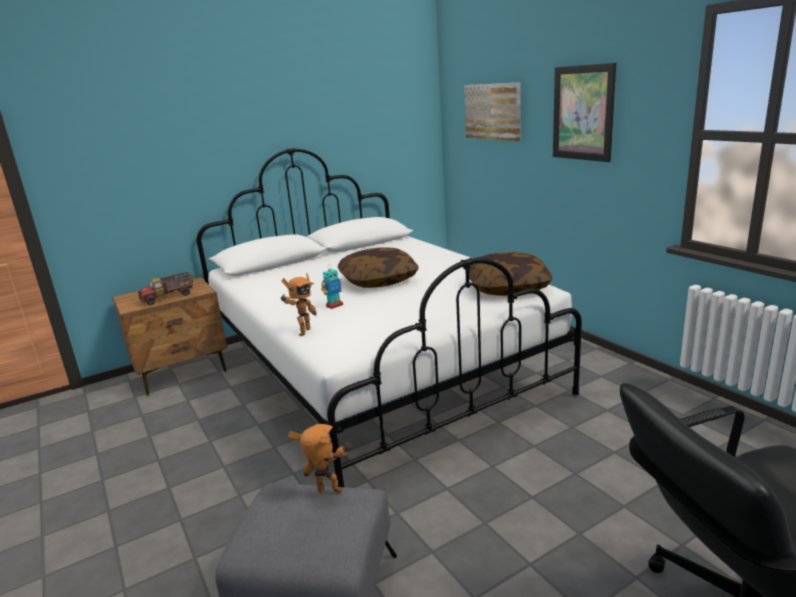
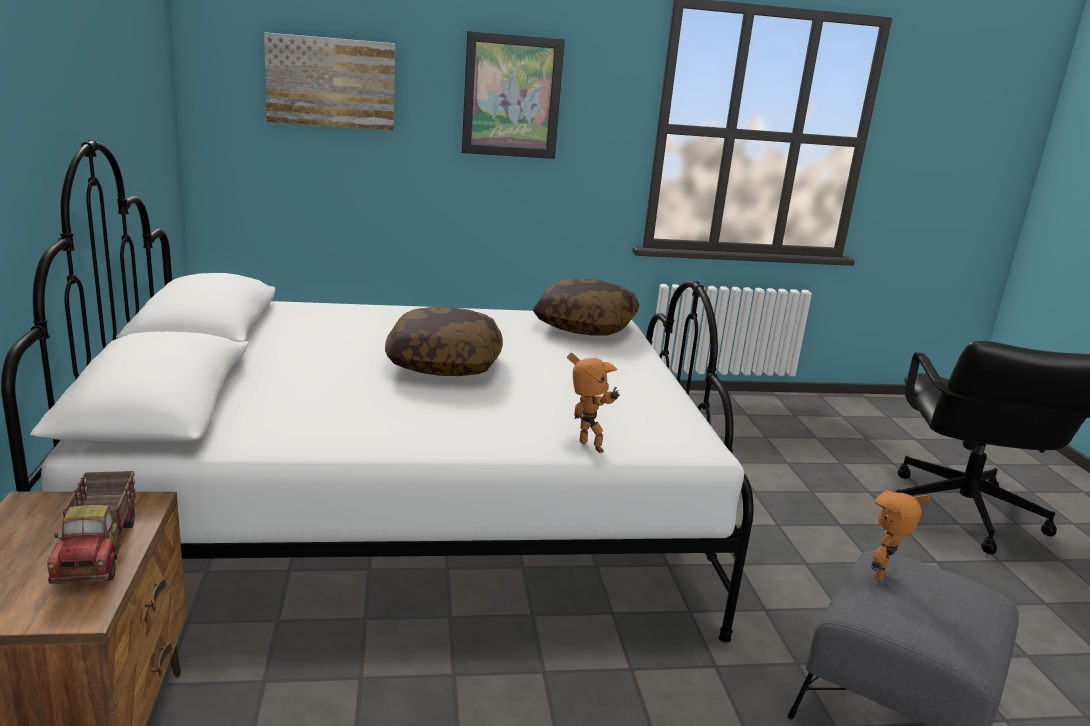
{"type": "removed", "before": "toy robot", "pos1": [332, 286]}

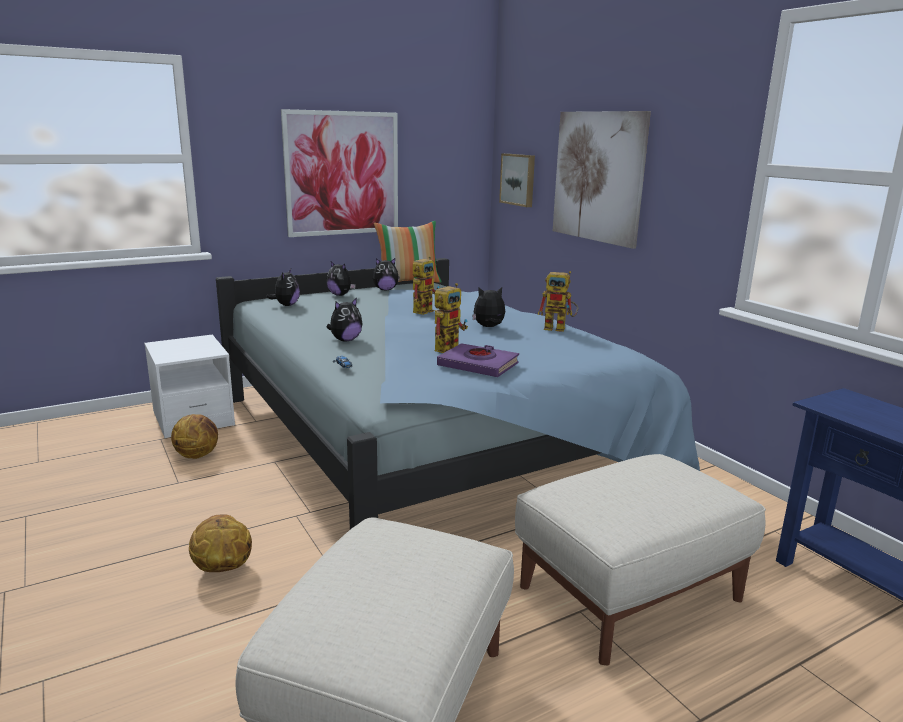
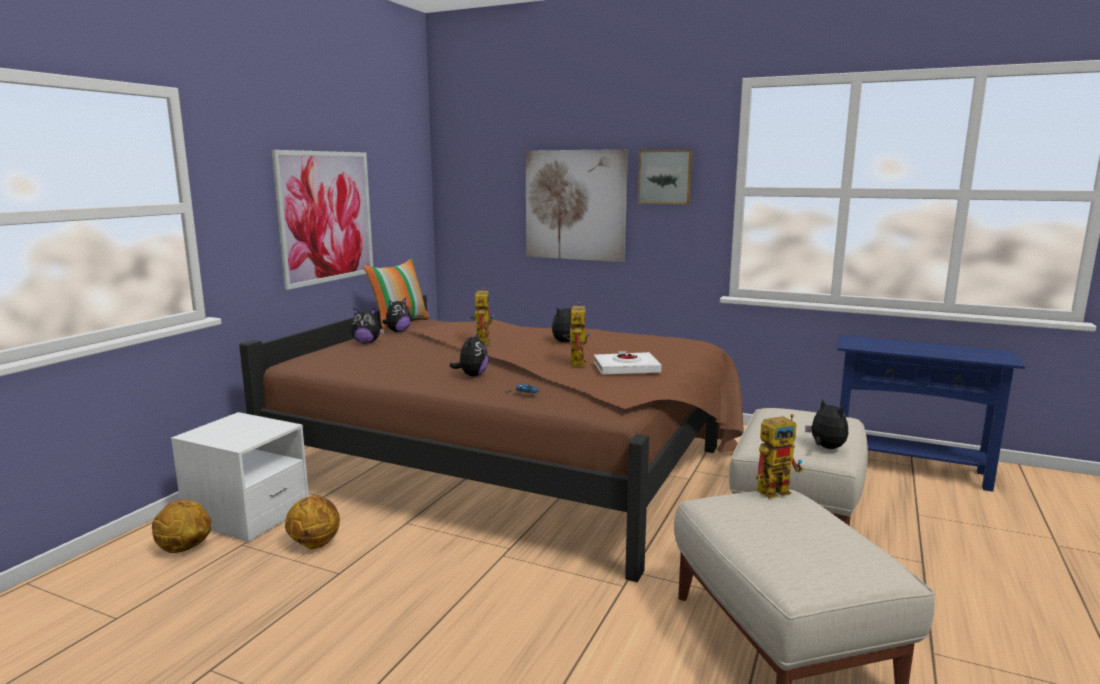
{"type": "moved", "before": "picture", "pos1": [517, 180], "pos2": [665, 177]}
{"type": "recoloured", "before": "blue bed", "after": "brown bed", "pos1": [458, 393], "pos2": [491, 438]}
{"type": "moved", "before": "plush toy", "pos1": [283, 287], "pos2": [826, 424]}
{"type": "moved", "before": "toy robot", "pos1": [557, 301], "pos2": [779, 456]}
{"type": "recoloured", "before": "purple book", "after": "white book", "pos1": [478, 360], "pos2": [627, 363]}
{"type": "moved", "before": "basketball", "pos1": [220, 543], "pos2": [181, 526]}

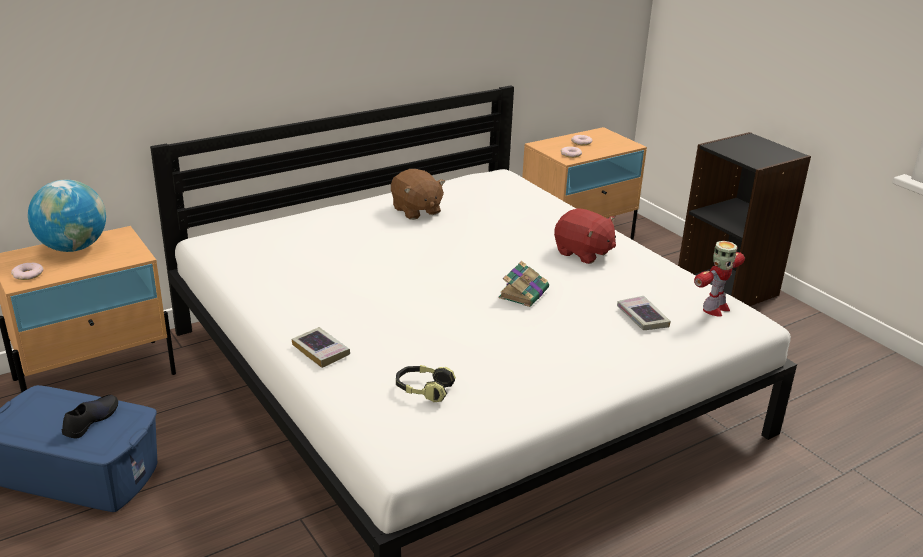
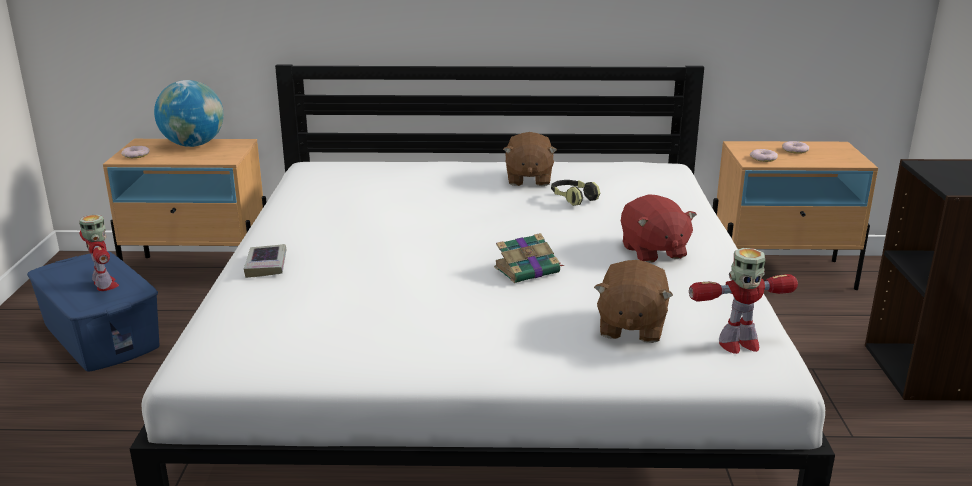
{"type": "replaced", "before": "book", "after": "brown plush toy", "pos1": [644, 313], "pos2": [633, 301]}
{"type": "moved", "before": "headphones", "pos1": [426, 383], "pos2": [575, 193]}
{"type": "replaced", "before": "black shoe", "after": "toy robot", "pos1": [90, 416], "pos2": [99, 252]}

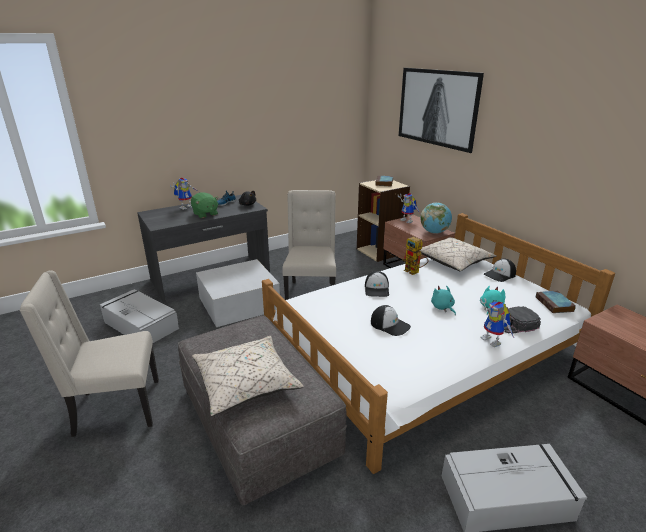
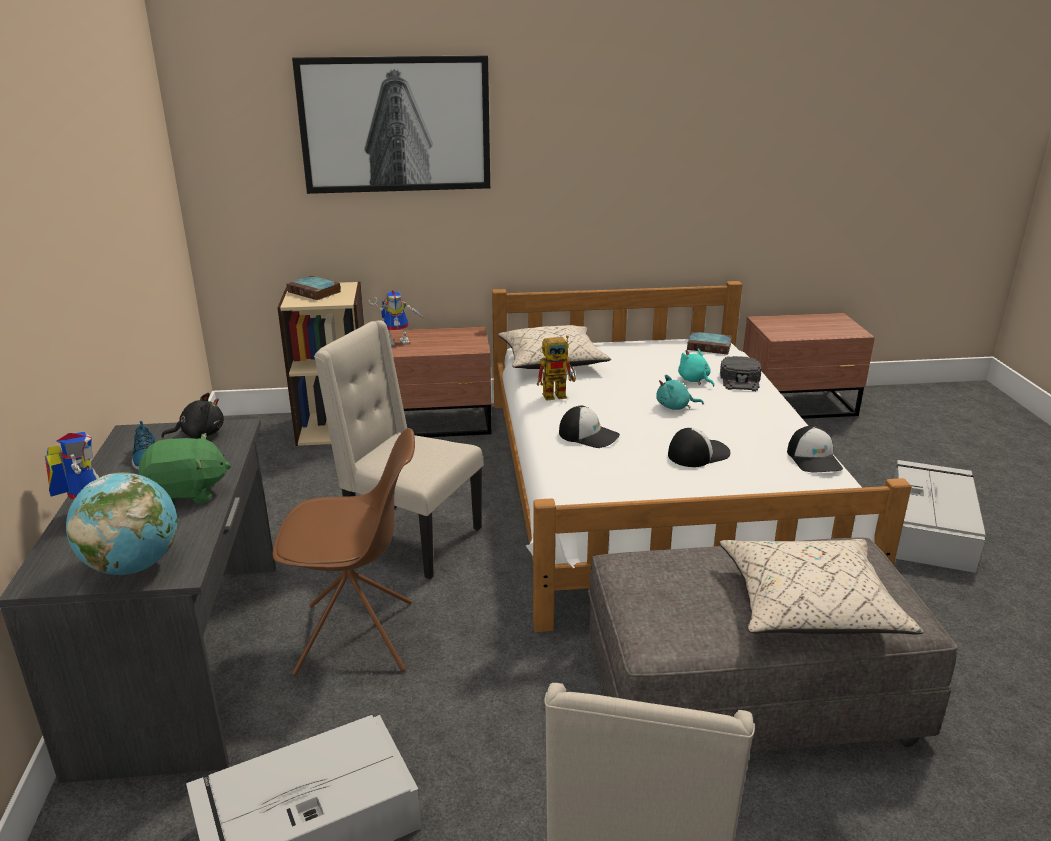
{"type": "moved", "before": "globe", "pos1": [436, 218], "pos2": [122, 523]}
{"type": "moved", "before": "cap", "pos1": [500, 270], "pos2": [815, 449]}
{"type": "replaced", "before": "white storage box", "after": "brown chair", "pos1": [238, 293], "pos2": [344, 552]}
{"type": "removed", "before": "toy robot", "pos1": [497, 323]}

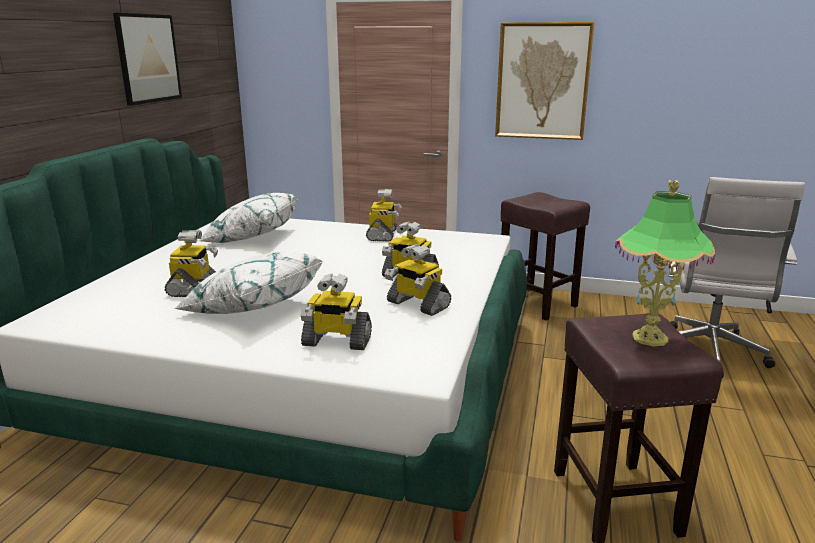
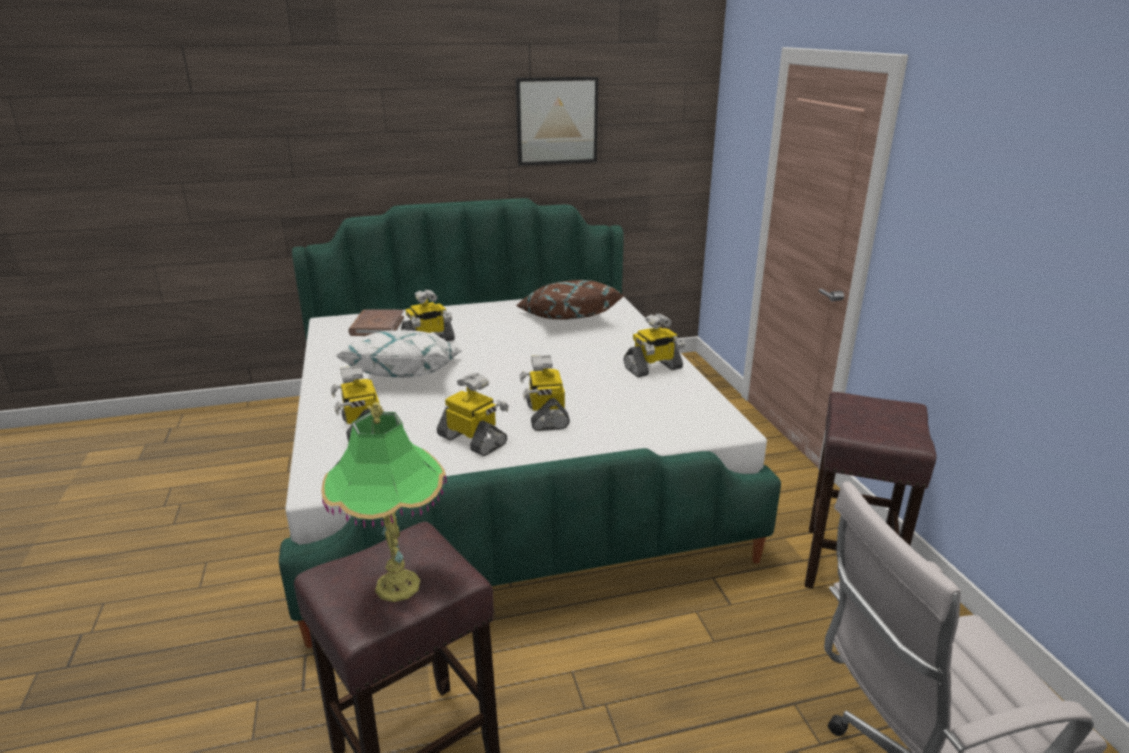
{"type": "removed", "before": "picture", "pos1": [544, 81]}
{"type": "recoloured", "before": "white pillow", "after": "brown pillow", "pos1": [248, 218], "pos2": [569, 300]}
{"type": "turned", "before": "toy robot", "pos1": [418, 280], "pos2": [473, 414], "turn": 120}
{"type": "added", "after": "brown book", "pos2": [376, 322]}

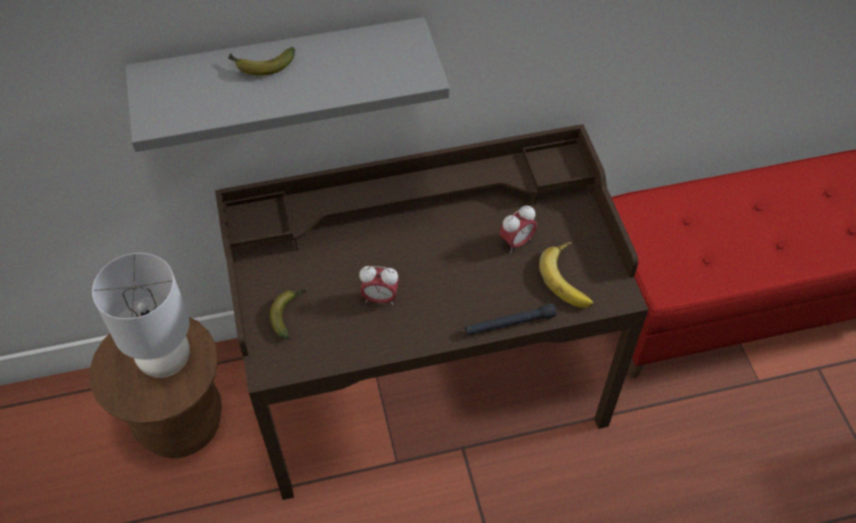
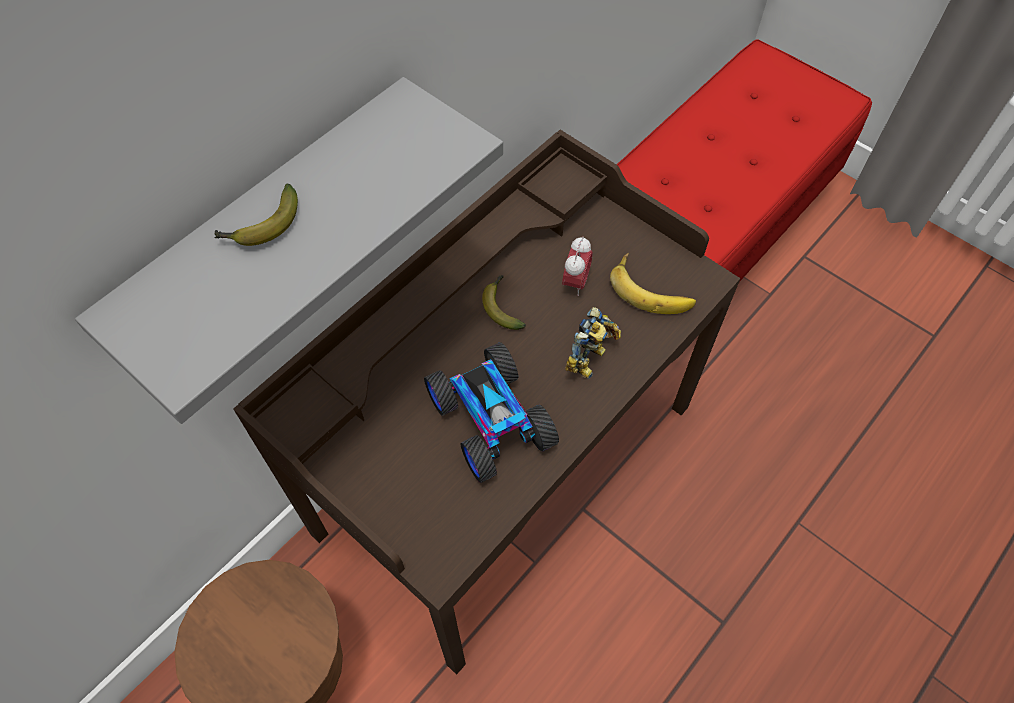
{"type": "removed", "before": "grey table lamp", "pos1": [141, 315]}
{"type": "replaced", "before": "alarm clock", "after": "toy car", "pos1": [379, 285], "pos2": [491, 412]}
{"type": "moved", "before": "banana", "pos1": [288, 314], "pos2": [504, 302]}
{"type": "removed", "before": "black flashlight", "pos1": [510, 319]}
{"type": "added", "after": "toy robot", "pos2": [593, 343]}

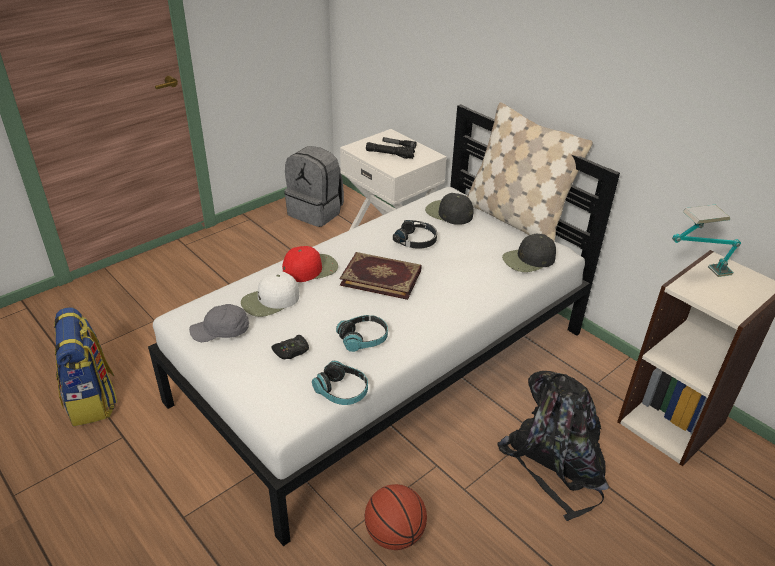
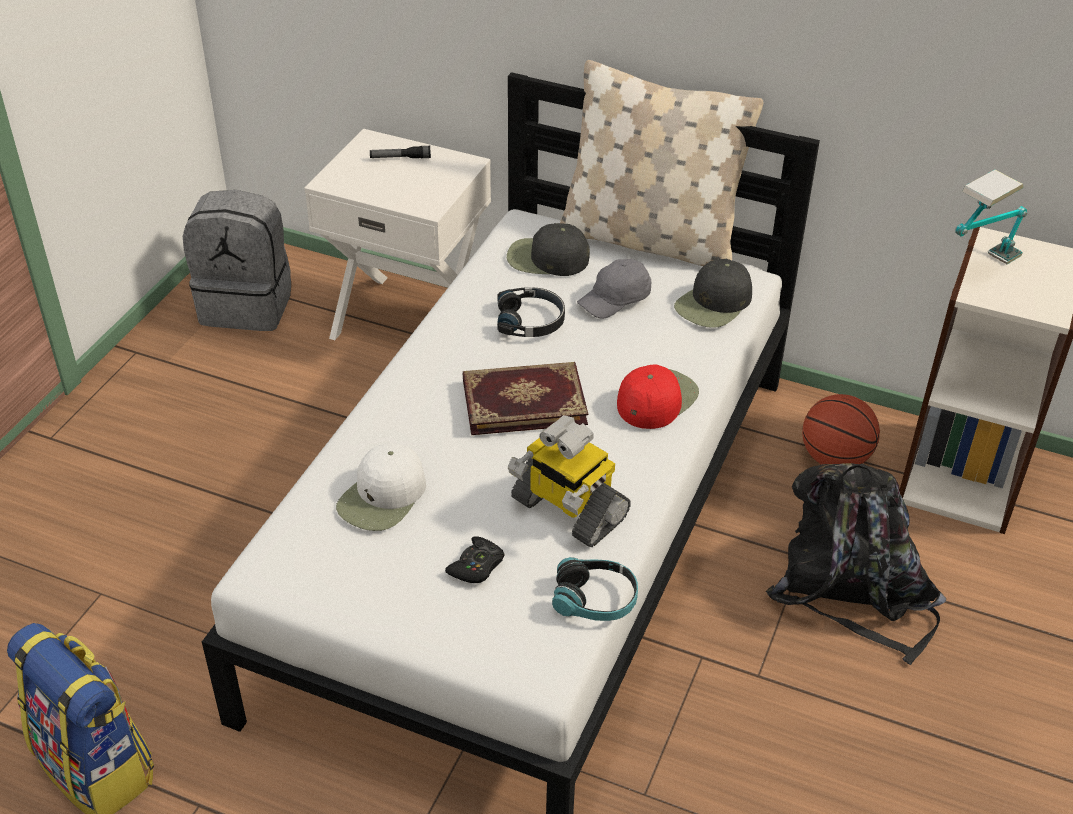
{"type": "removed", "before": "black flashlight", "pos1": [390, 150]}
{"type": "moved", "before": "red cap", "pos1": [310, 264], "pos2": [658, 397]}
{"type": "moved", "before": "grey cap", "pos1": [219, 323], "pos2": [614, 289]}
{"type": "replaced", "before": "headphones", "after": "toy robot", "pos1": [362, 333], "pos2": [569, 481]}
{"type": "moved", "before": "basketball", "pos1": [396, 517], "pos2": [841, 429]}

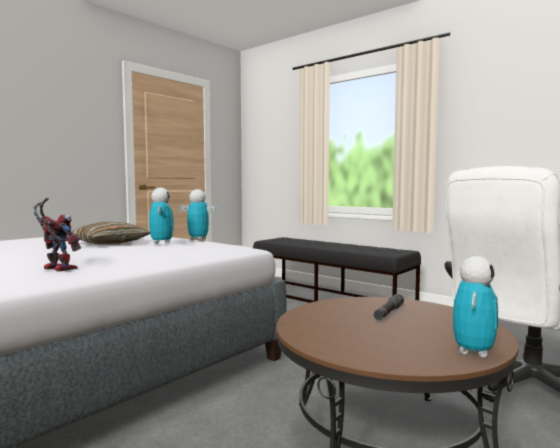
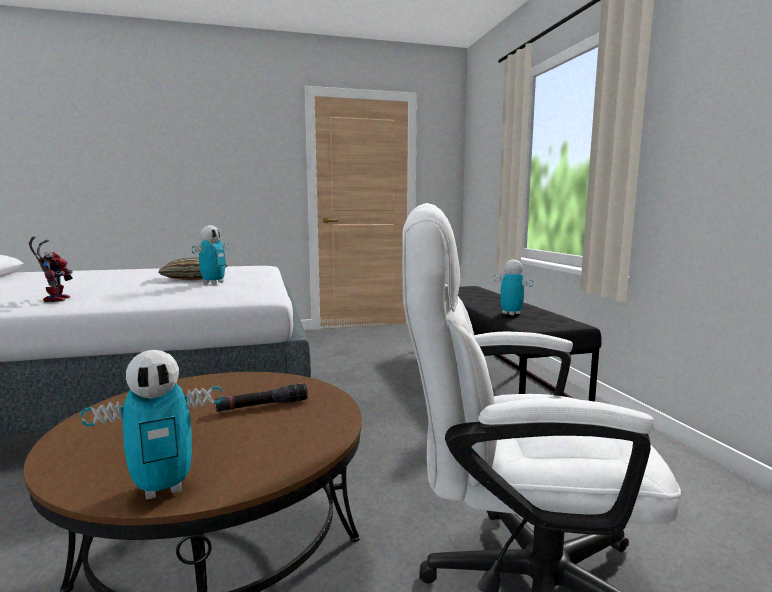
{"type": "moved", "before": "toy robot", "pos1": [198, 214], "pos2": [513, 287]}

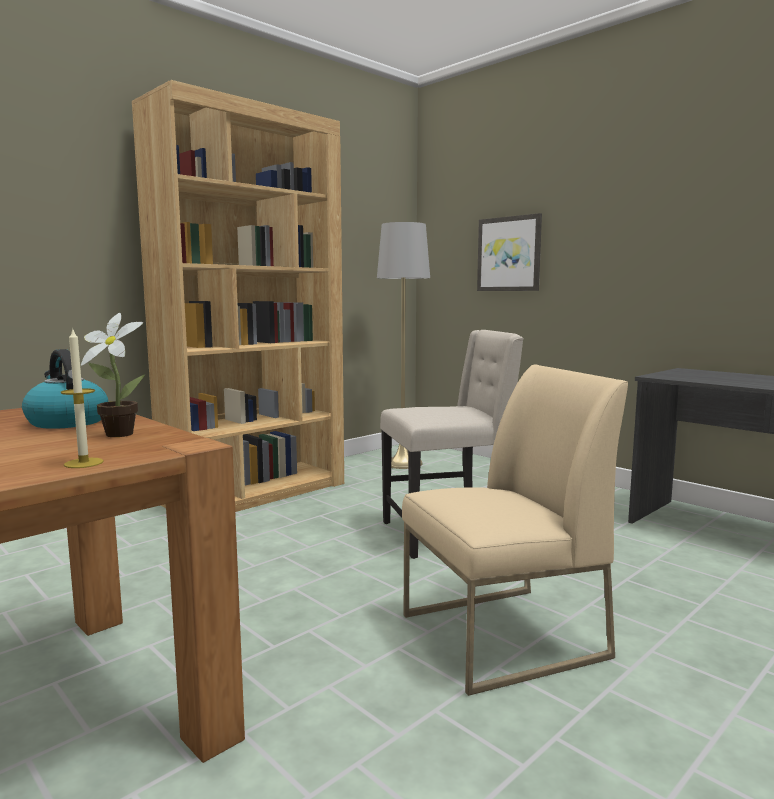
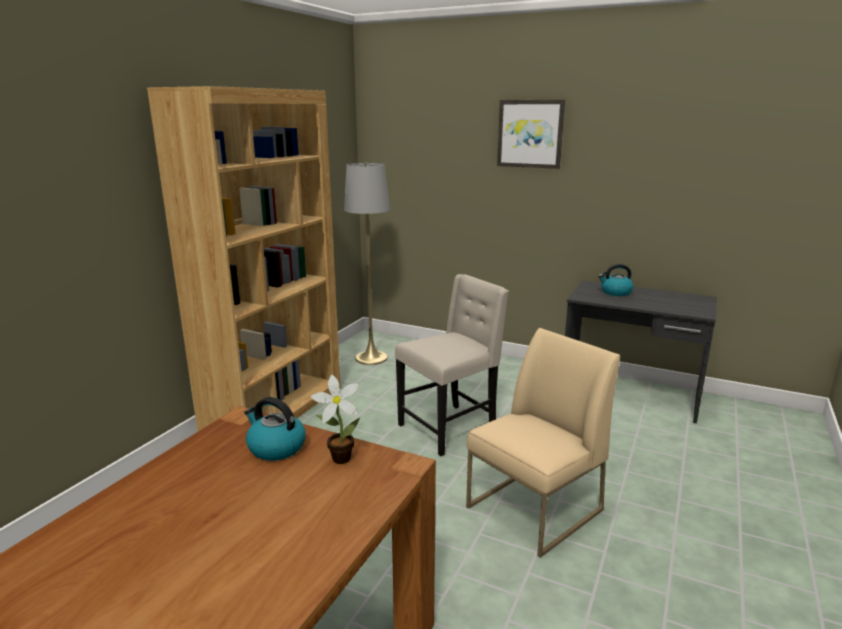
{"type": "moved", "before": "picture", "pos1": [509, 252], "pos2": [531, 134]}
{"type": "removed", "before": "candle", "pos1": [82, 399]}
{"type": "added", "after": "kettle", "pos2": [616, 280]}

